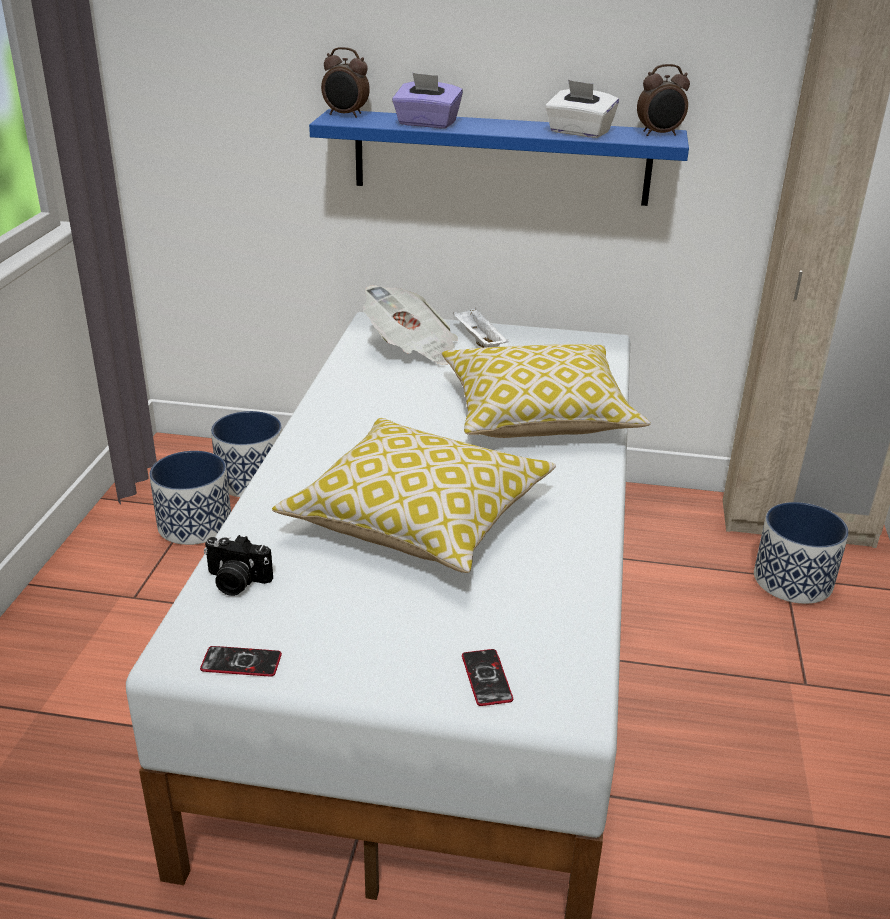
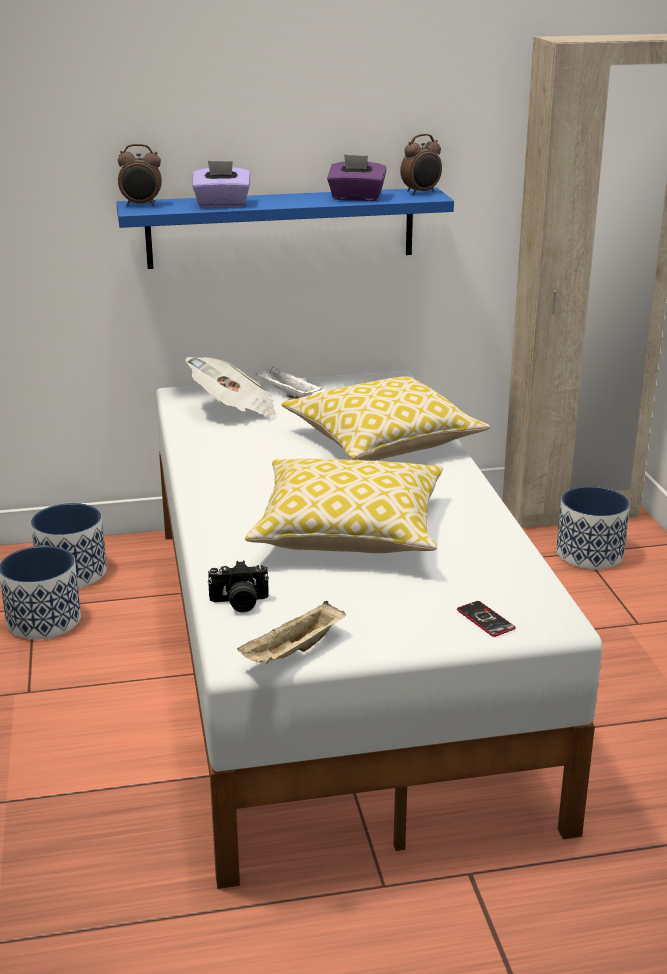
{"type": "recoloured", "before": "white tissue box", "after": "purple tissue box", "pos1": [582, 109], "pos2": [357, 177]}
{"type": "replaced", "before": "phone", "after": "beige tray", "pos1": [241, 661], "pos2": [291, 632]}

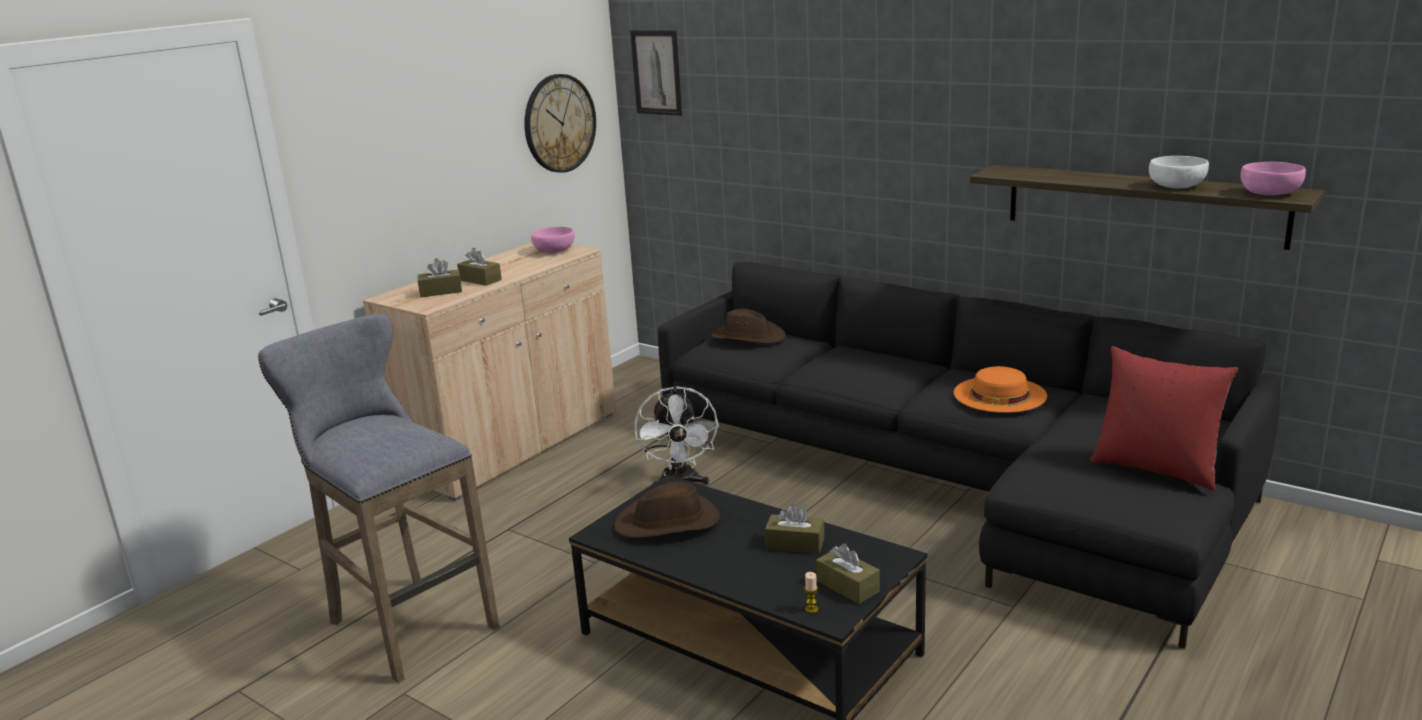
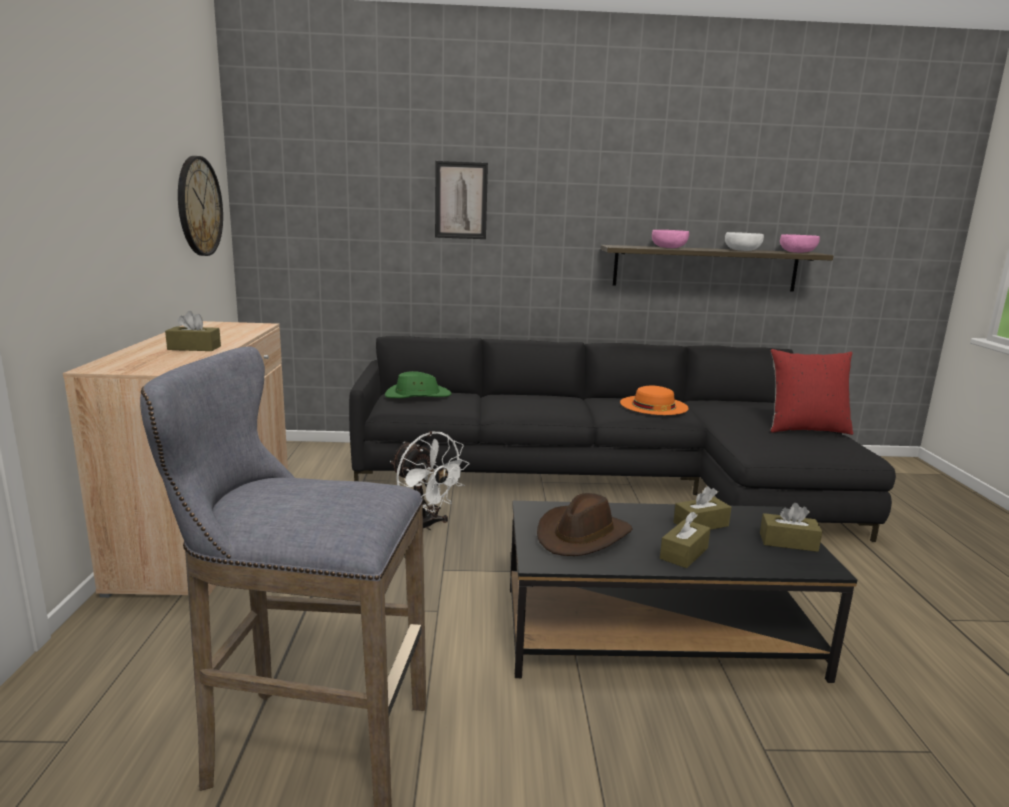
{"type": "moved", "before": "picture", "pos1": [656, 73], "pos2": [461, 200]}
{"type": "moved", "before": "pink bowl", "pos1": [552, 240], "pos2": [670, 239]}
{"type": "moved", "before": "brown tissue box", "pos1": [440, 277], "pos2": [685, 540]}
{"type": "recoloured", "before": "brown hat", "after": "green hat", "pos1": [748, 326], "pos2": [418, 384]}
{"type": "removed", "before": "candle", "pos1": [811, 592]}

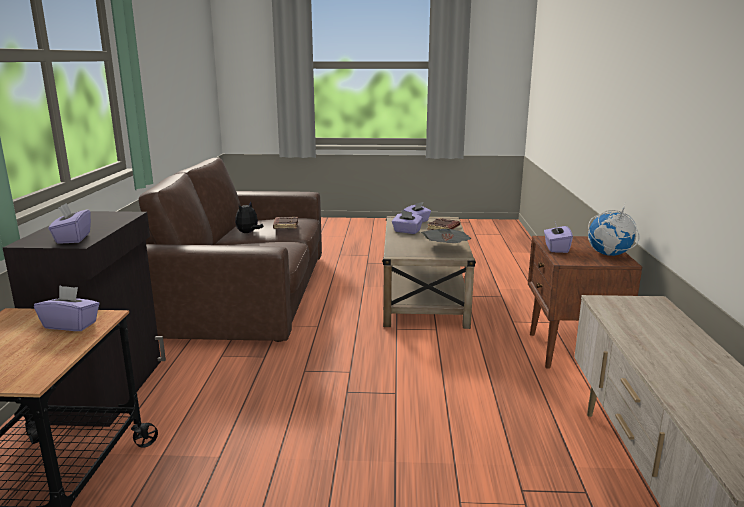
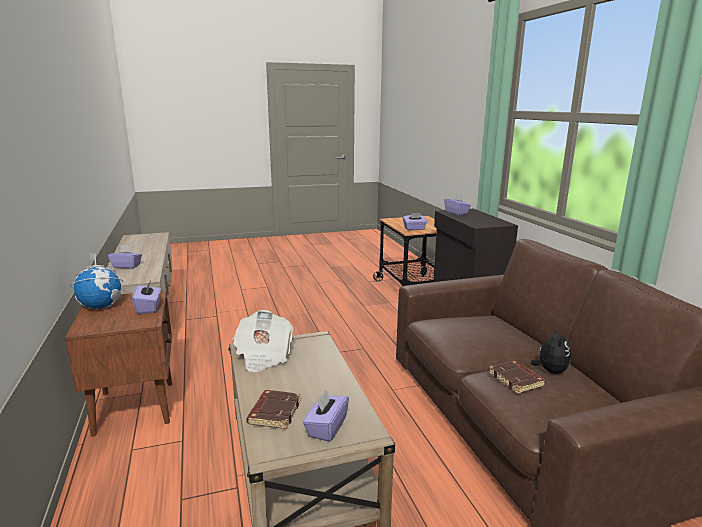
{"type": "moved", "before": "purple tissue box", "pos1": [407, 222], "pos2": [125, 257]}

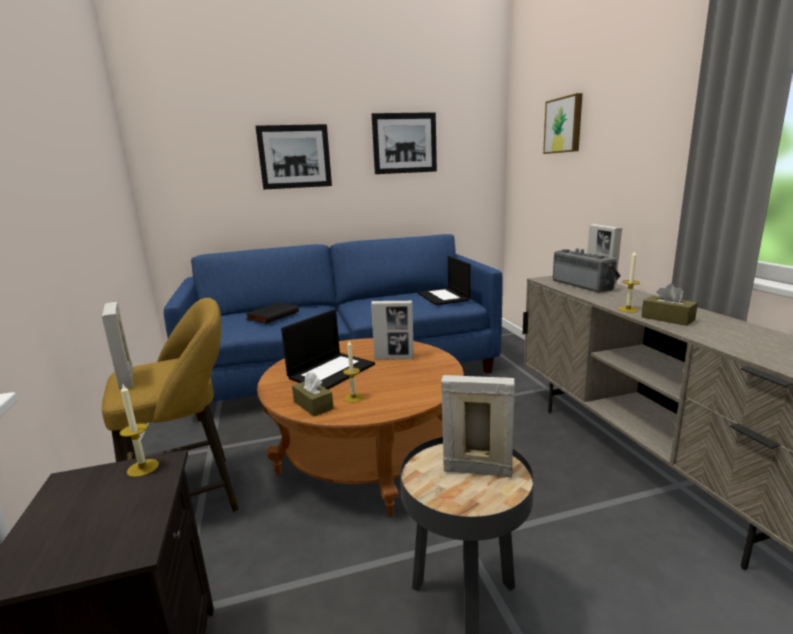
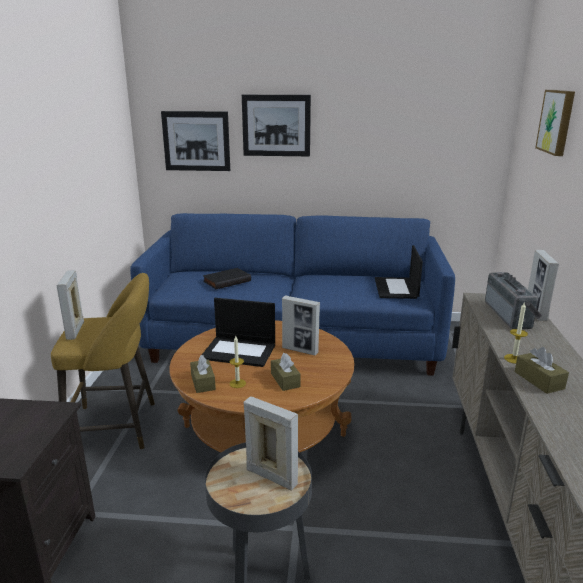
{"type": "moved", "before": "picture", "pos1": [404, 143], "pos2": [195, 141]}
{"type": "turned", "before": "laptop", "pos1": [328, 349], "pos2": [238, 332], "turn": 45}
{"type": "removed", "before": "candle", "pos1": [139, 430]}
{"type": "added", "after": "brown tissue box", "pos2": [285, 372]}

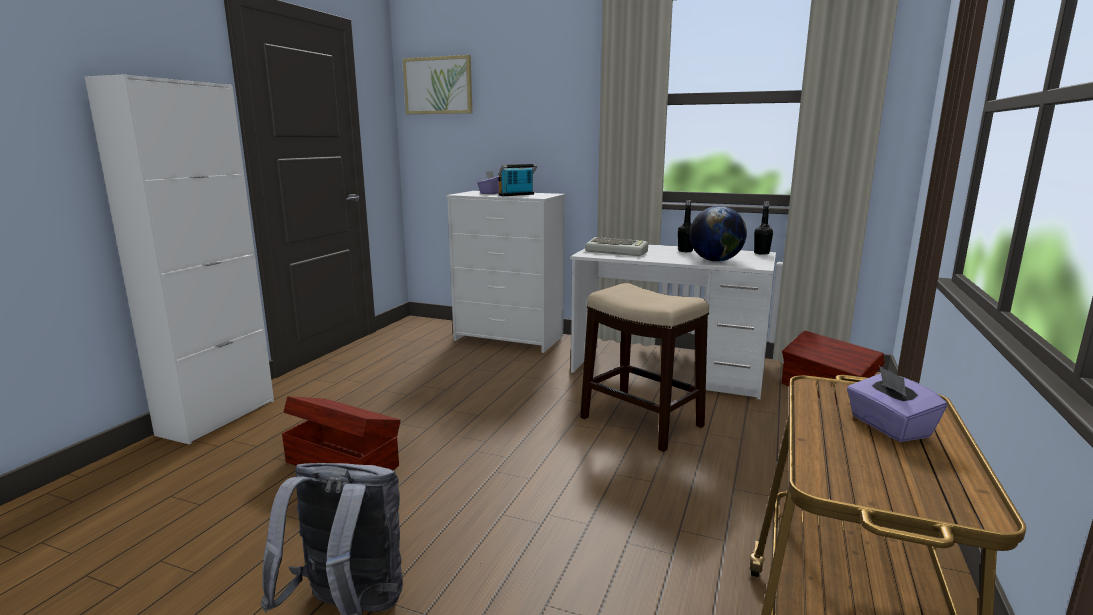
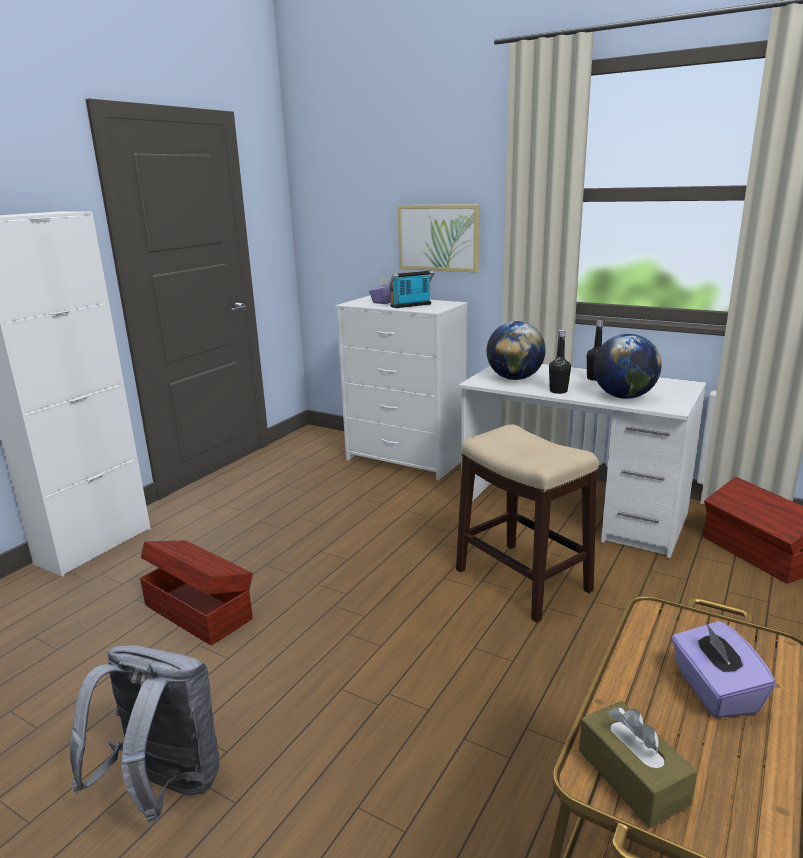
{"type": "moved", "before": "picture", "pos1": [437, 84], "pos2": [439, 238]}
{"type": "moved", "before": "black bottle", "pos1": [763, 228], "pos2": [560, 362]}
{"type": "replaced", "before": "keyboard", "after": "globe", "pos1": [616, 246], "pos2": [516, 350]}
{"type": "added", "after": "brown tissue box", "pos2": [638, 764]}

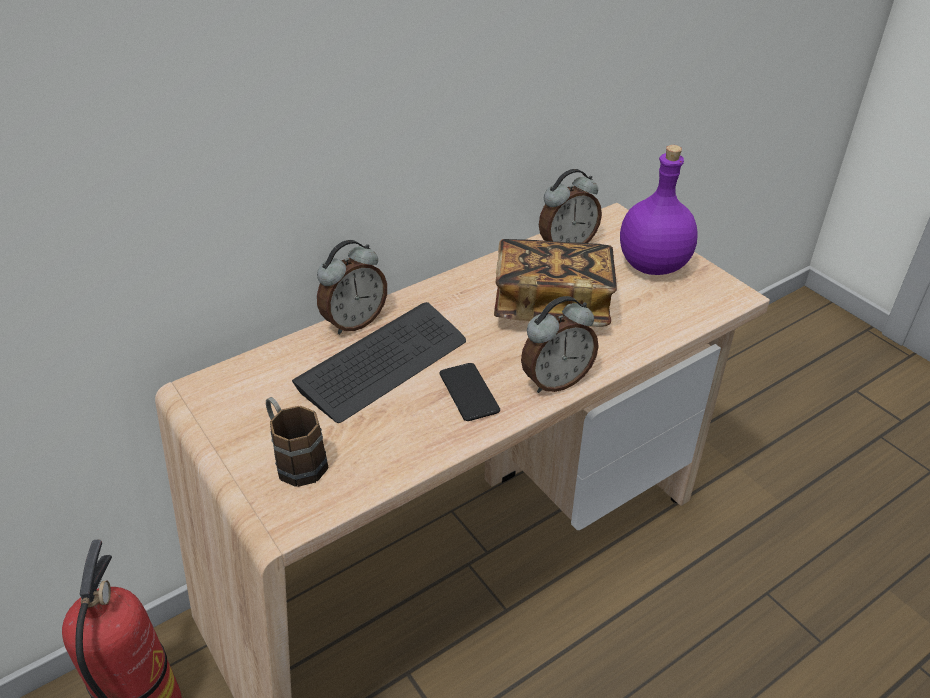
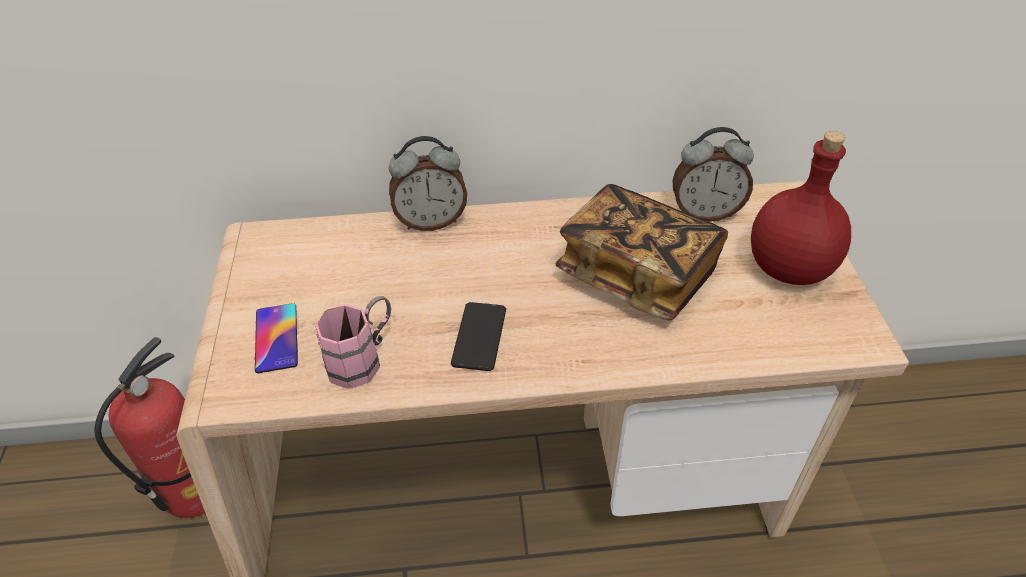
{"type": "recoloured", "before": "purple bottle", "after": "red bottle", "pos1": [659, 210], "pos2": [801, 208]}
{"type": "removed", "before": "alarm clock", "pos1": [560, 344]}
{"type": "removed", "before": "keyboard", "pos1": [379, 362]}
{"type": "replaced", "before": "brown mug", "after": "phone", "pos1": [297, 442], "pos2": [276, 338]}
{"type": "added", "after": "pink mug", "pos2": [353, 342]}

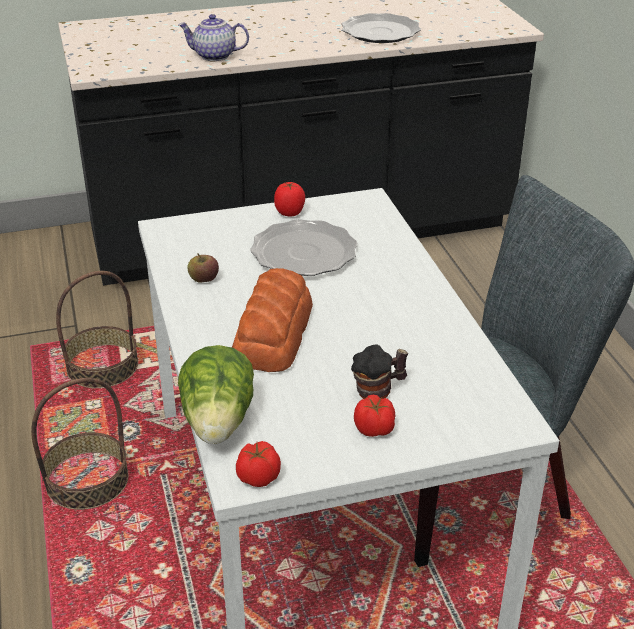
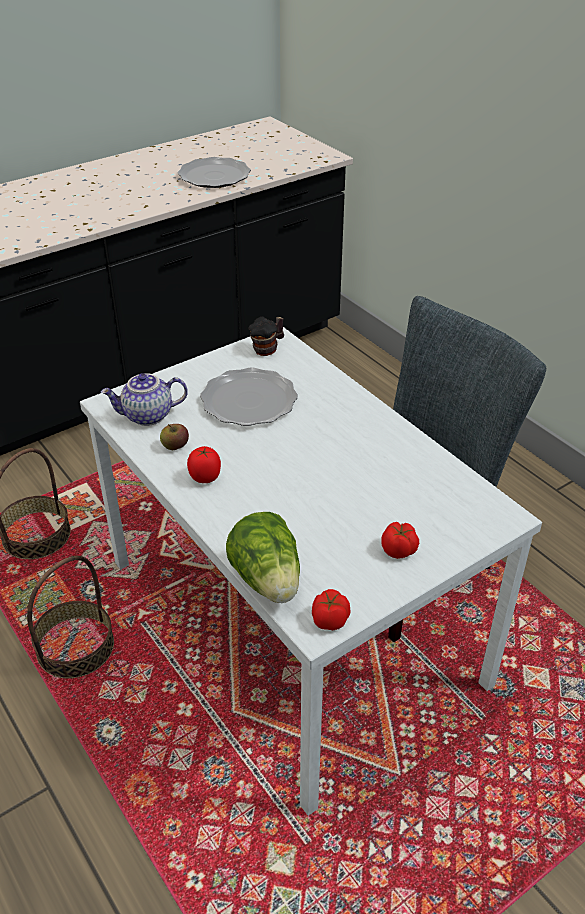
{"type": "moved", "before": "teapot", "pos1": [213, 37], "pos2": [144, 399]}
{"type": "moved", "before": "tomato", "pos1": [289, 199], "pos2": [204, 464]}
{"type": "removed", "before": "bread", "pos1": [272, 320]}
{"type": "moved", "before": "mug", "pos1": [379, 372], "pos2": [266, 336]}

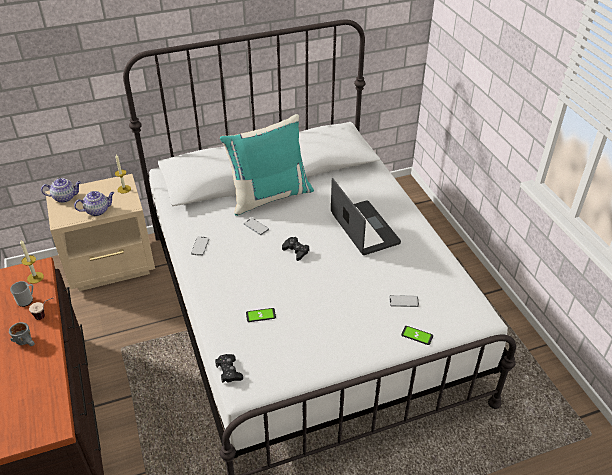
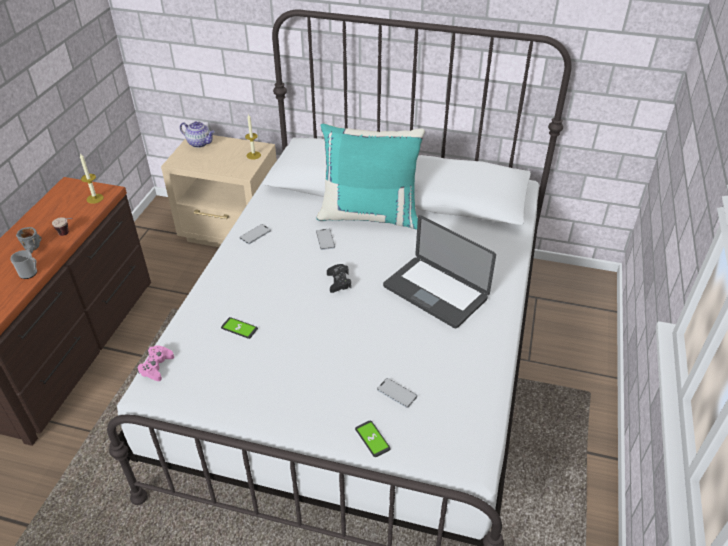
{"type": "turned", "before": "laptop", "pos1": [366, 216], "pos2": [439, 271], "turn": 120}
{"type": "removed", "before": "teapot", "pos1": [94, 203]}
{"type": "moved", "before": "mug", "pos1": [21, 294], "pos2": [23, 264]}
{"type": "recoloured", "before": "black game controller", "after": "pink game controller", "pos1": [229, 368], "pos2": [155, 363]}

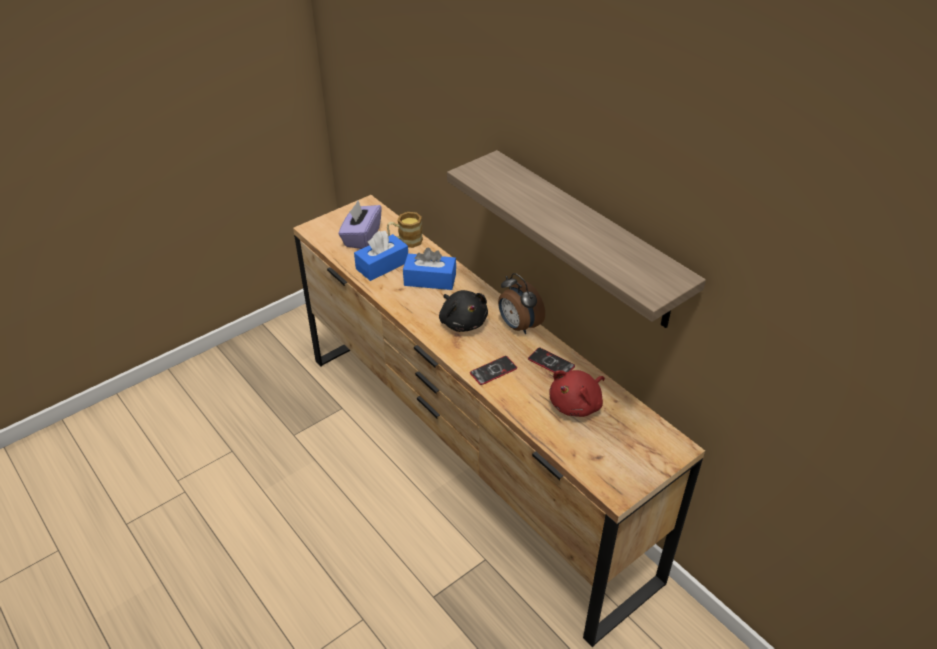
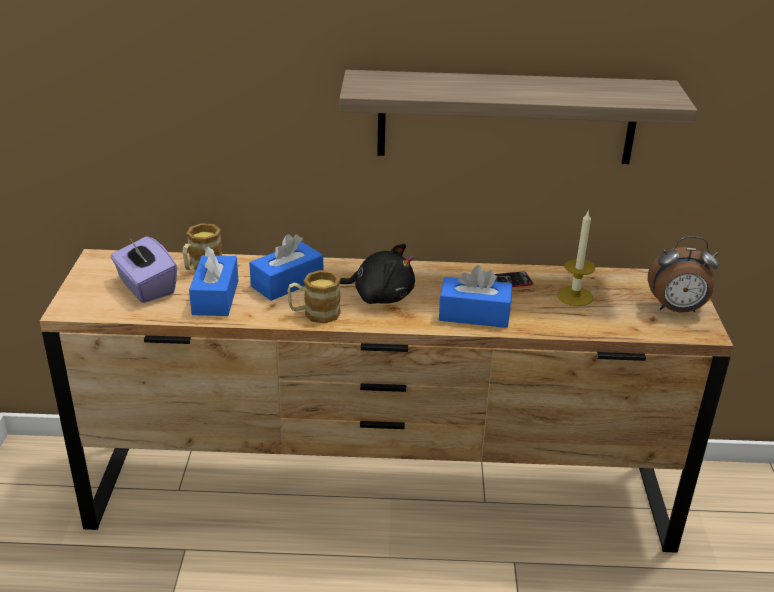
{"type": "moved", "before": "alarm clock", "pos1": [521, 303], "pos2": [683, 274]}
{"type": "replaced", "before": "phone", "after": "blue tissue box", "pos1": [493, 370], "pos2": [475, 296]}
{"type": "replaced", "before": "red plush toy", "after": "candle", "pos1": [577, 393], "pos2": [576, 257]}
{"type": "added", "after": "mug", "pos2": [314, 297]}

